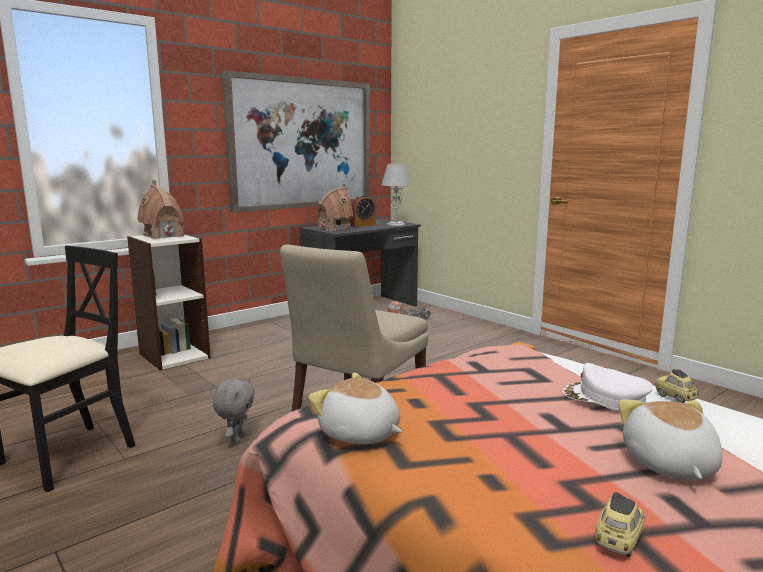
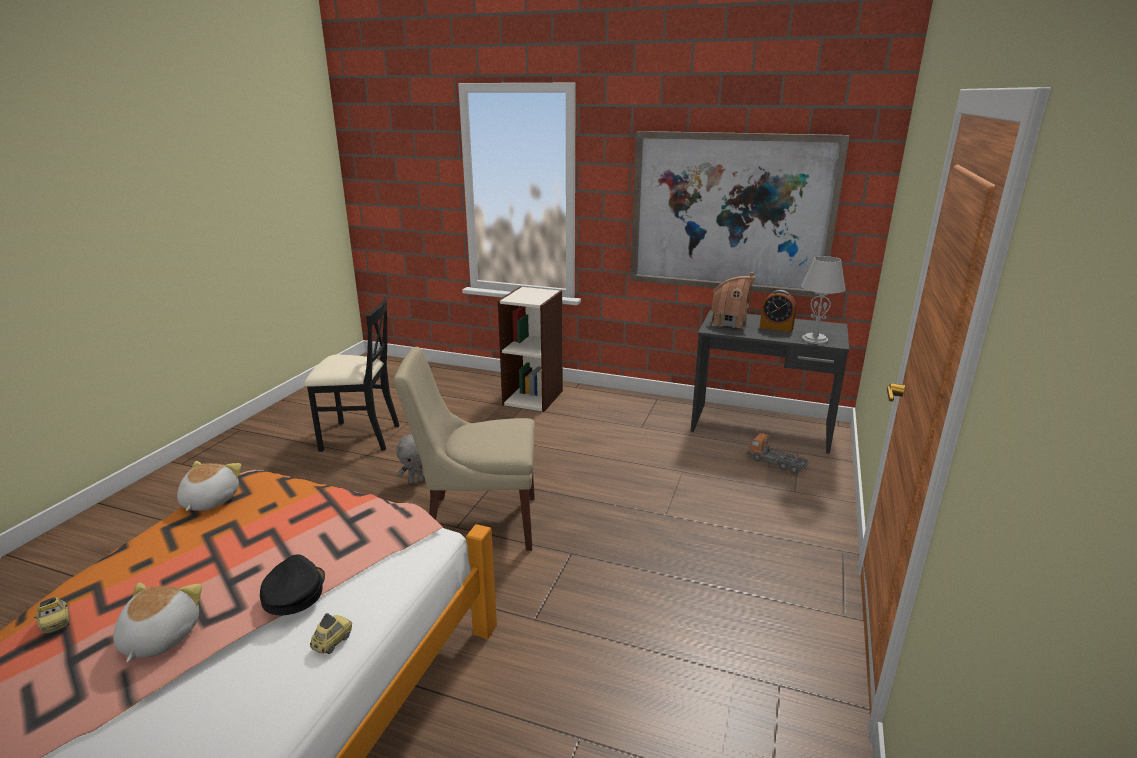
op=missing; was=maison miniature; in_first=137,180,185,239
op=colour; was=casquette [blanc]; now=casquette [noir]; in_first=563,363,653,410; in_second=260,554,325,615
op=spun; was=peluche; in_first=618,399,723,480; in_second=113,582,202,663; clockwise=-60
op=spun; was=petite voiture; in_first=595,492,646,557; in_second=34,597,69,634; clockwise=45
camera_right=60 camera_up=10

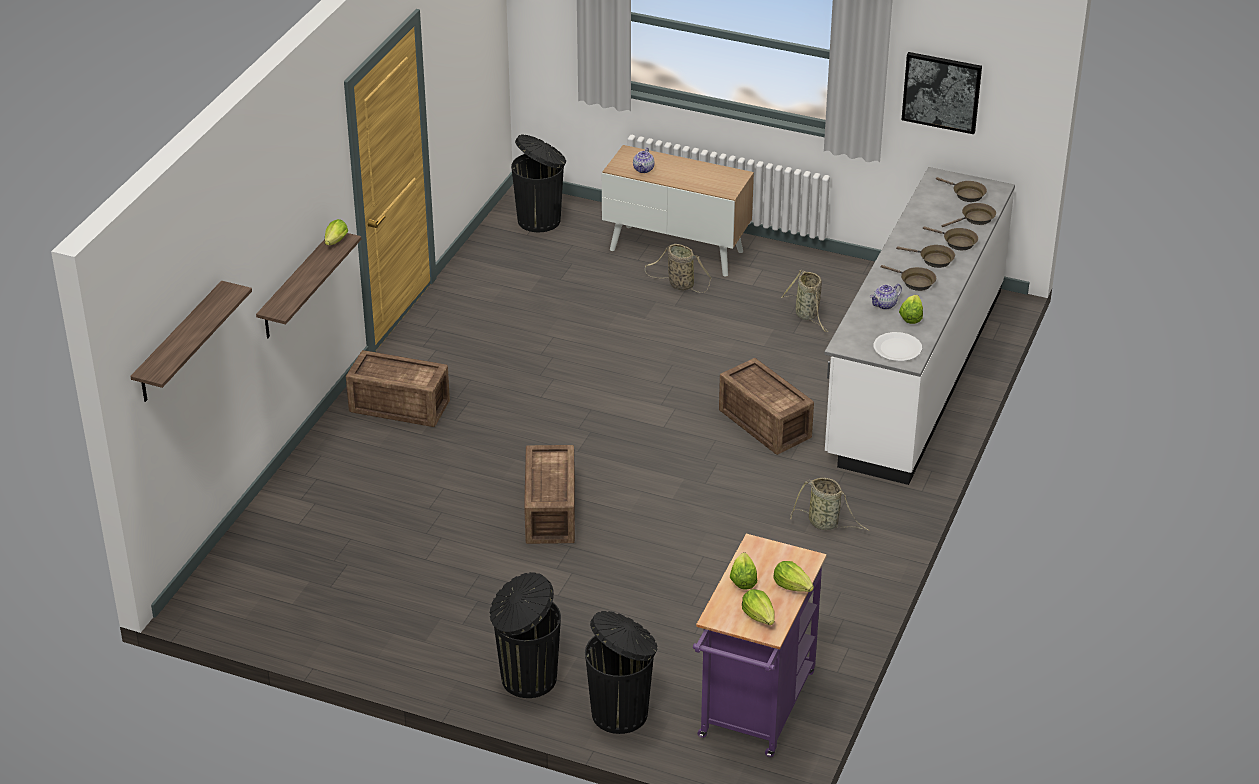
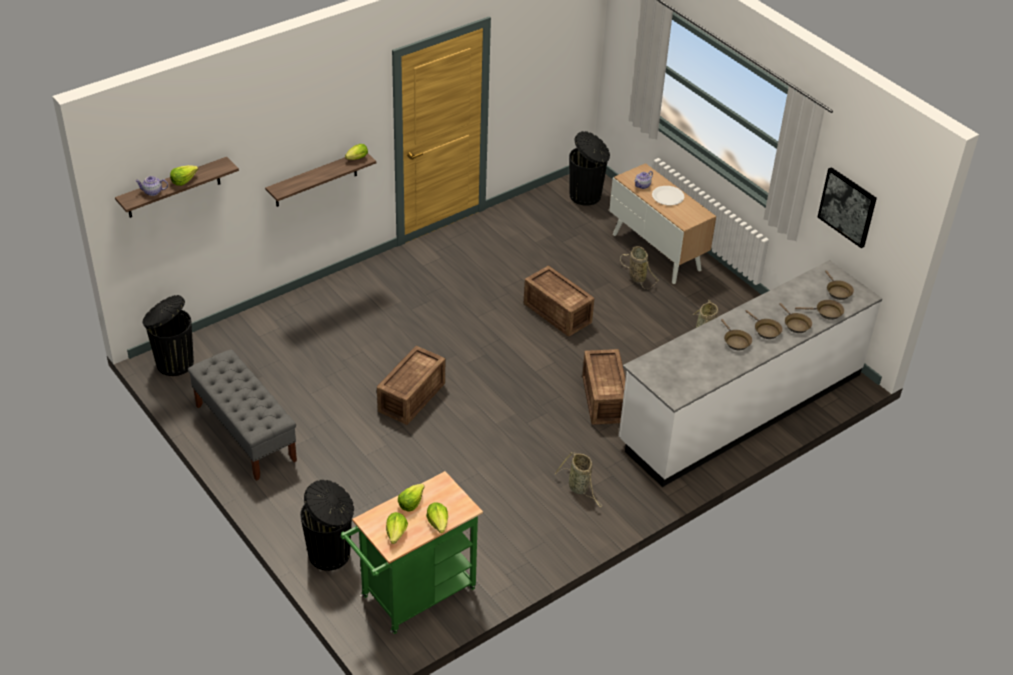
op=relocated; was=théière; in_first=870,284,902,309; in_second=135,176,168,196
op=relocated; was=laitue; in_first=899,295,923,324; in_second=170,165,198,186
op=relocated; was=assiette [blanc]; in_first=873,332,922,361; in_second=652,186,684,205
op=relocated; was=caisse; in_first=346,350,450,427; in_second=524,266,594,337
op=colour; was=chariot [violet]; now=chariot [vert]; in_first=693,534,827,757; in_second=341,471,483,634
op=relocated; was=poubelle [noir]; in_first=490,572,561,698; in_second=142,295,194,376
op=appeared; now=banc [gris]; in_second=188,349,297,481
camera_right=30 camera_up=5

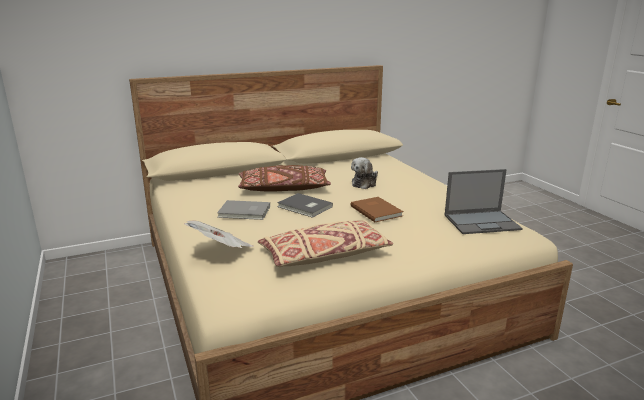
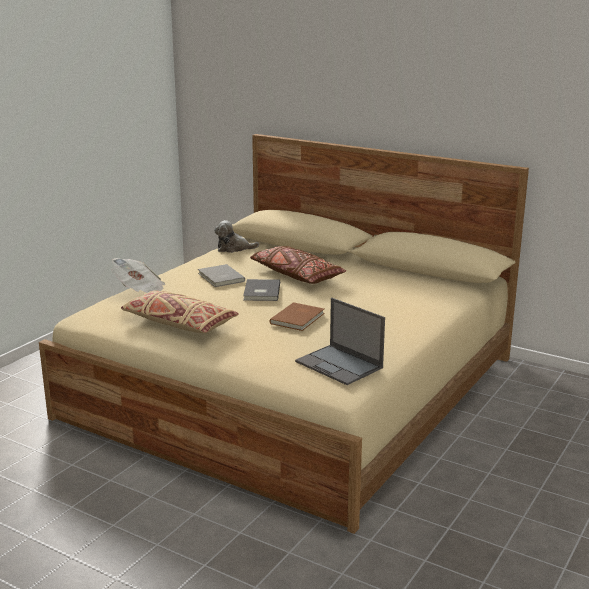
op=relocated; was=peluche; in_first=351,157,378,189; in_second=214,220,259,253
camera_right=55 camera_up=0

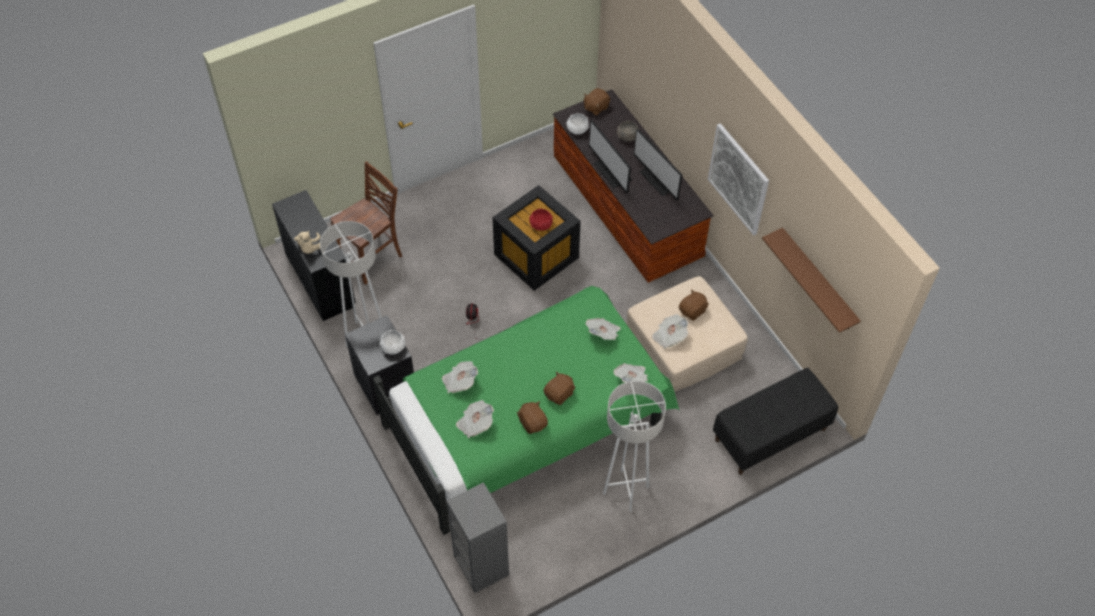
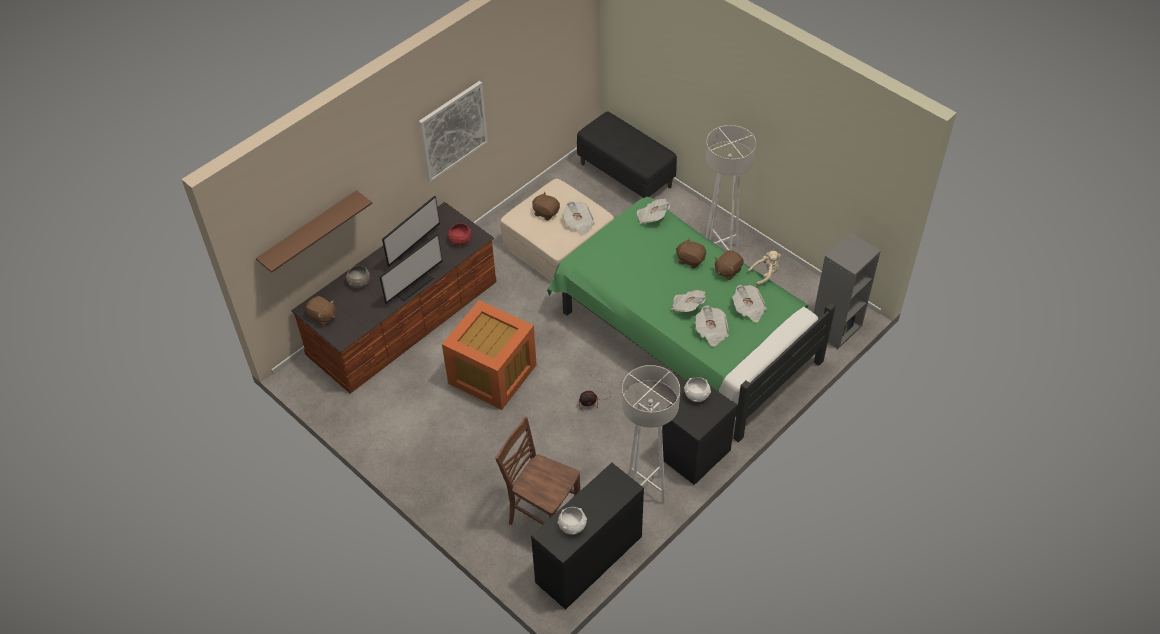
op=relocated; was=bol [blanc]; in_first=566,113,589,135; in_second=558,507,587,535
op=colour; was=boîte de rangement [noir]; now=boîte de rangement [orange]; in_first=492,185,581,291; in_second=442,300,537,410
op=relocated; was=bol [rouge]; in_first=529,209,553,231; in_second=448,223,471,245
op=relocated; was=étagère [marron]; in_first=762,228,861,333; in_second=256,190,372,273
op=relocated; was=peluche [beige]; in_first=294,231,321,254; in_second=748,251,781,286
op=relocated; was=journal; in_first=586,318,621,340; in_second=671,290,706,312
camera_right=-105 camera_up=-5

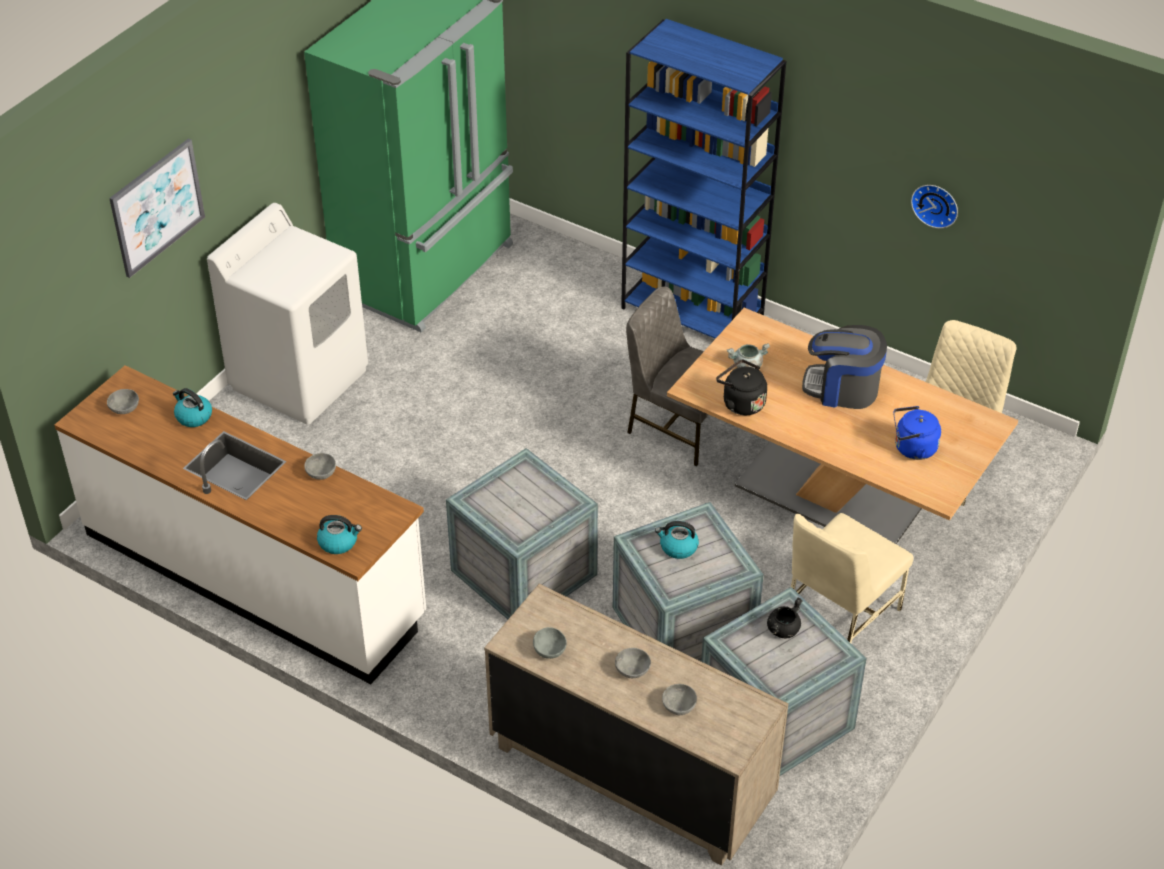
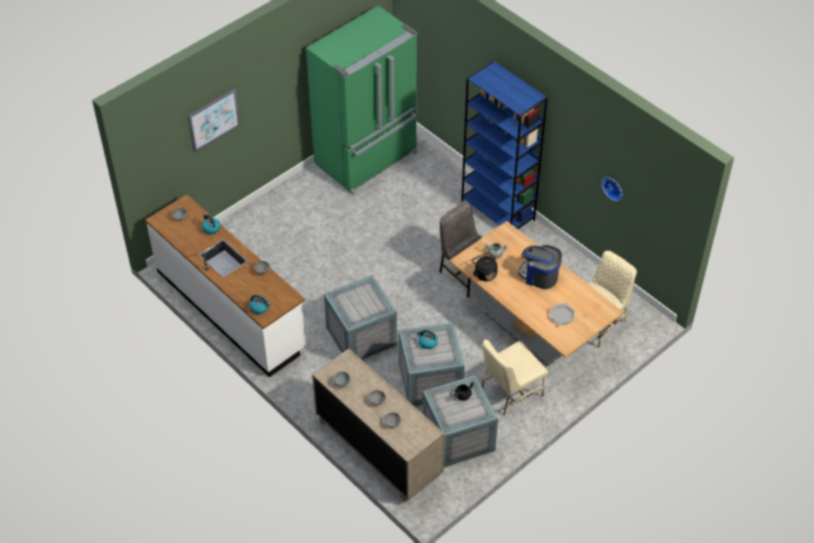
op=missing; was=lave-linge [blanc]; in_first=207,203,368,425
op=exchanged; was=bouilloire [bleu]; now=poêle; in_first=893,406,941,460; in_second=550,303,575,325
camera_right=15 camera_up=5

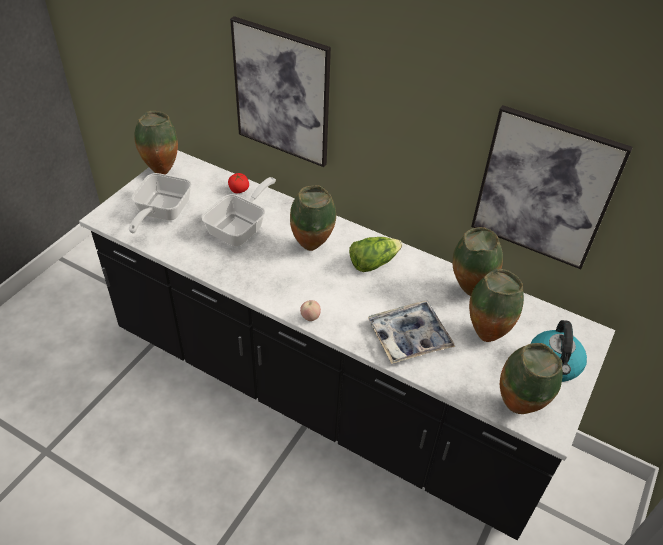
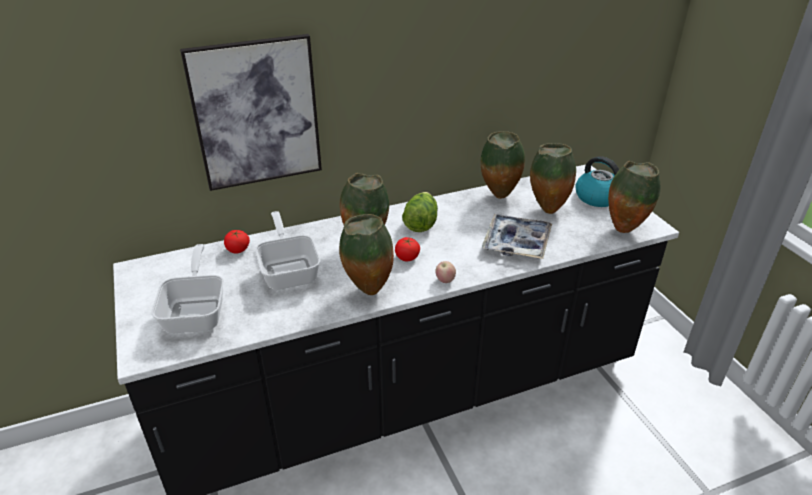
op=missing; was=tableau; in_first=471,105,633,269
op=relocated; was=vase; in_first=134,111,178,175; in_second=339,214,394,295
op=spun; was=poêle; in_first=129,173,192,233; in_second=152,244,224,334; clockwise=-150
op=appeared; now=tomate; in_second=395,237,420,261
camera_right=-50 camera_up=-10

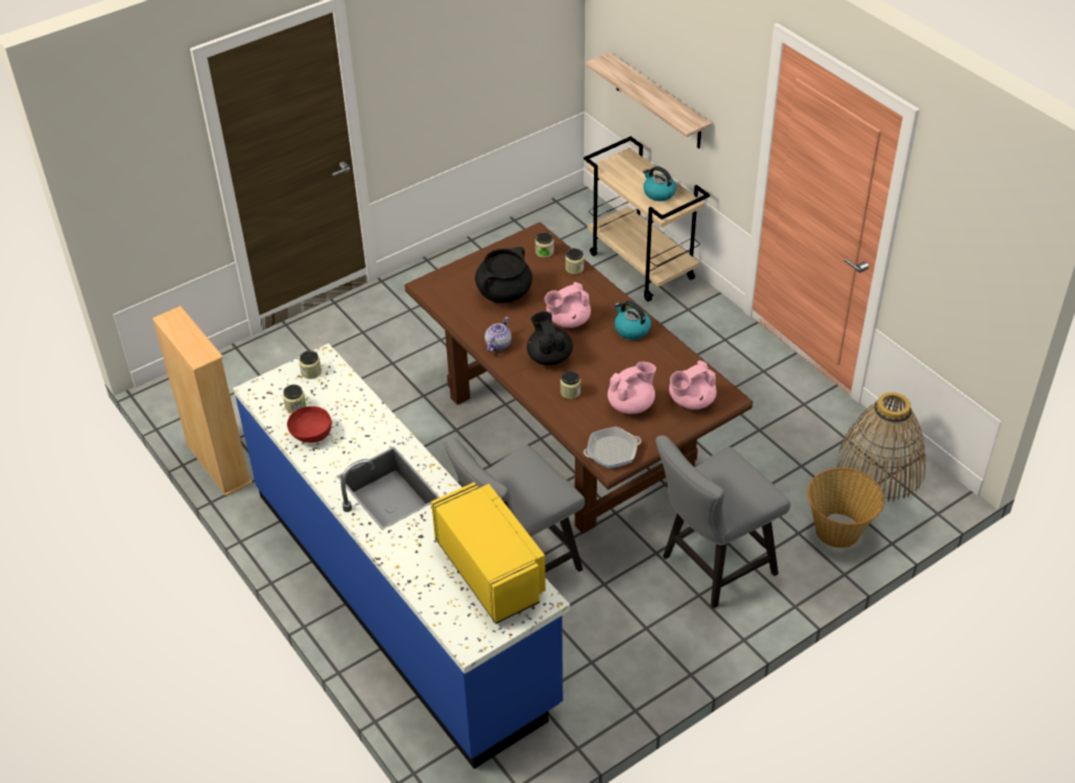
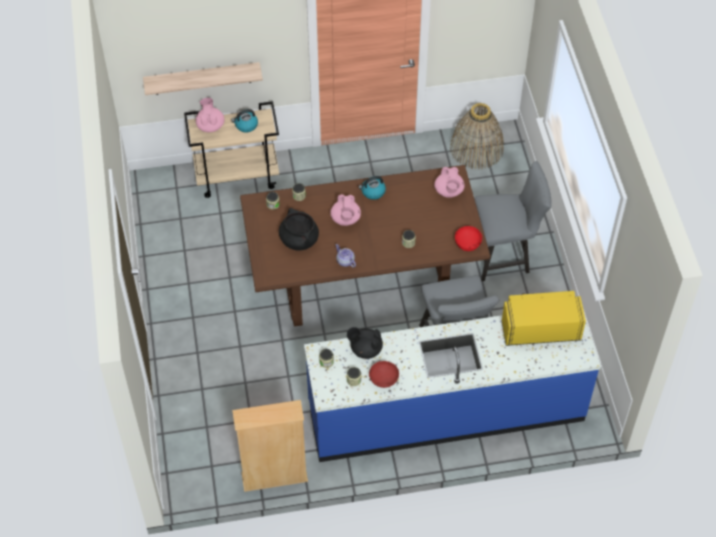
op=relocated; was=théière [noir]; in_first=527,311,573,366; in_second=347,327,383,359
op=relocated; was=théière [rose]; in_first=608,362,656,414; in_second=196,98,225,132
op=exchanged; was=poêle; now=bol [rouge]; in_first=583,427,641,468; in_second=455,226,482,251
op=spun; was=chaise [gris]; in_first=656,435,791,608; in_second=474,161,552,281; clockwise=-90
op=missing; was=panier; in_first=807,468,885,548
camera_right=-65 camera_up=10

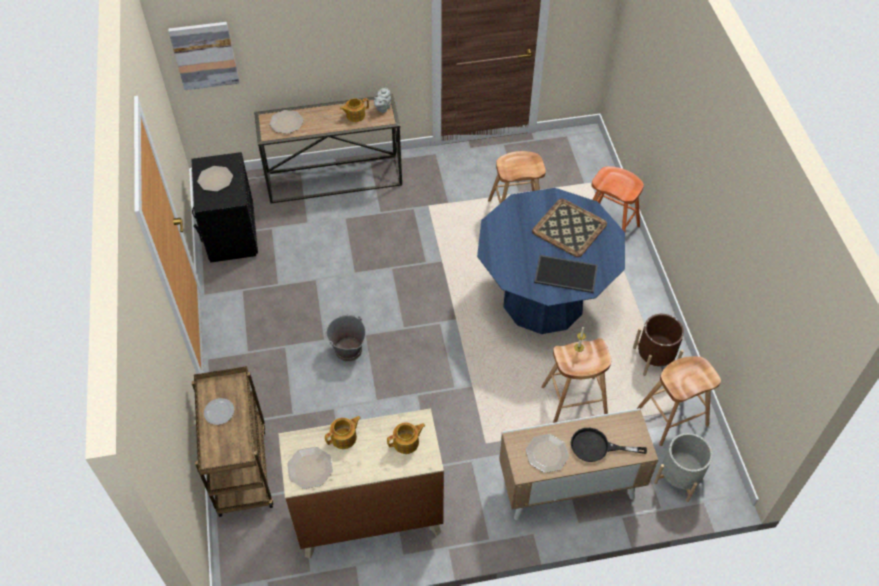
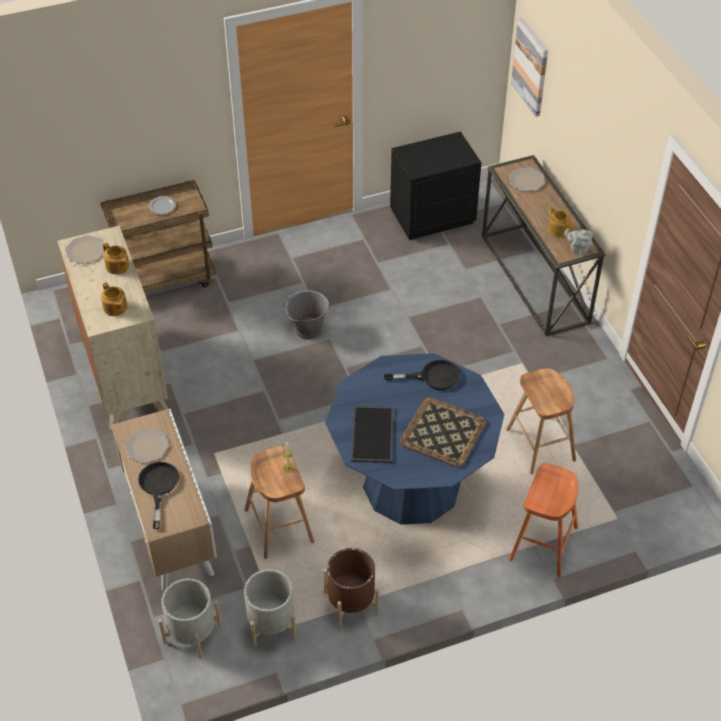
op=missing; was=assiette; in_first=197,166,233,191
op=exchanged; was=tabouret [marron]; now=cache-pot [gris]; in_first=637,356,721,446; in_second=244,569,296,647
op=appeared; now=poêle [noir]; in_second=384,360,460,390
camera_right=80 camera_up=-5

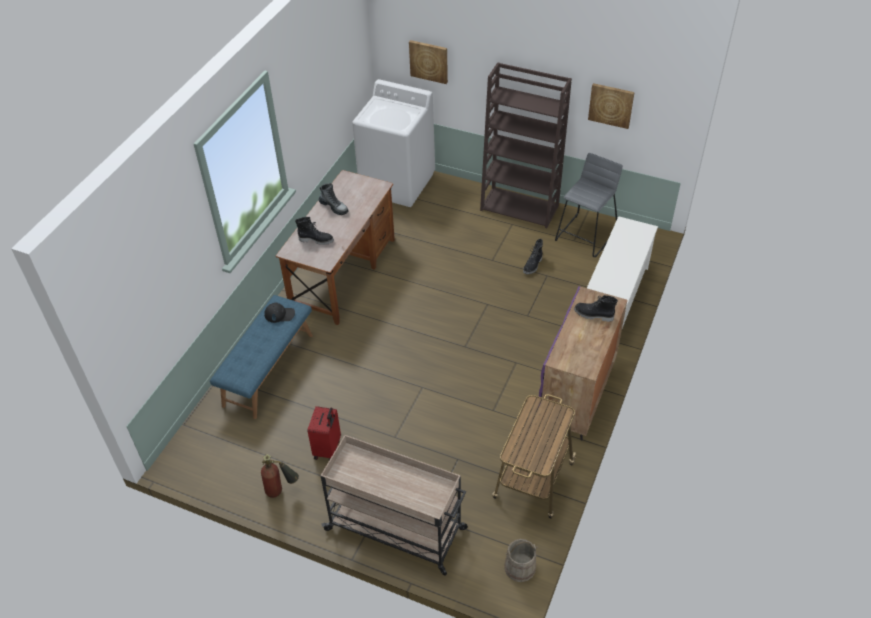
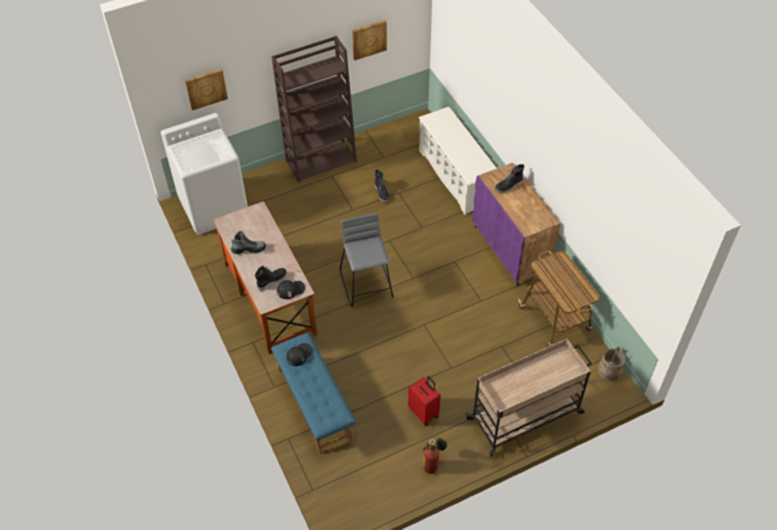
op=relocated; was=tabouret [gris]; in_first=555,153,623,257; in_second=340,213,394,307
op=appeared; now=casquette [noir]; in_second=277,280,305,299
camera_right=-50 camera_up=5

